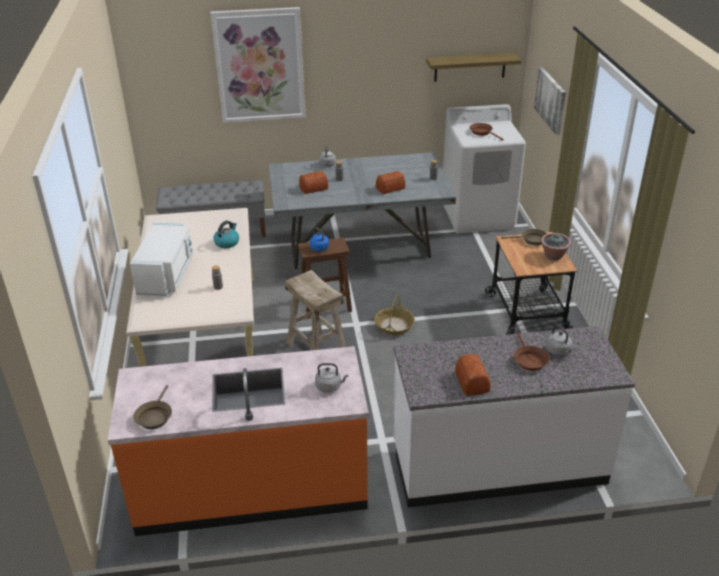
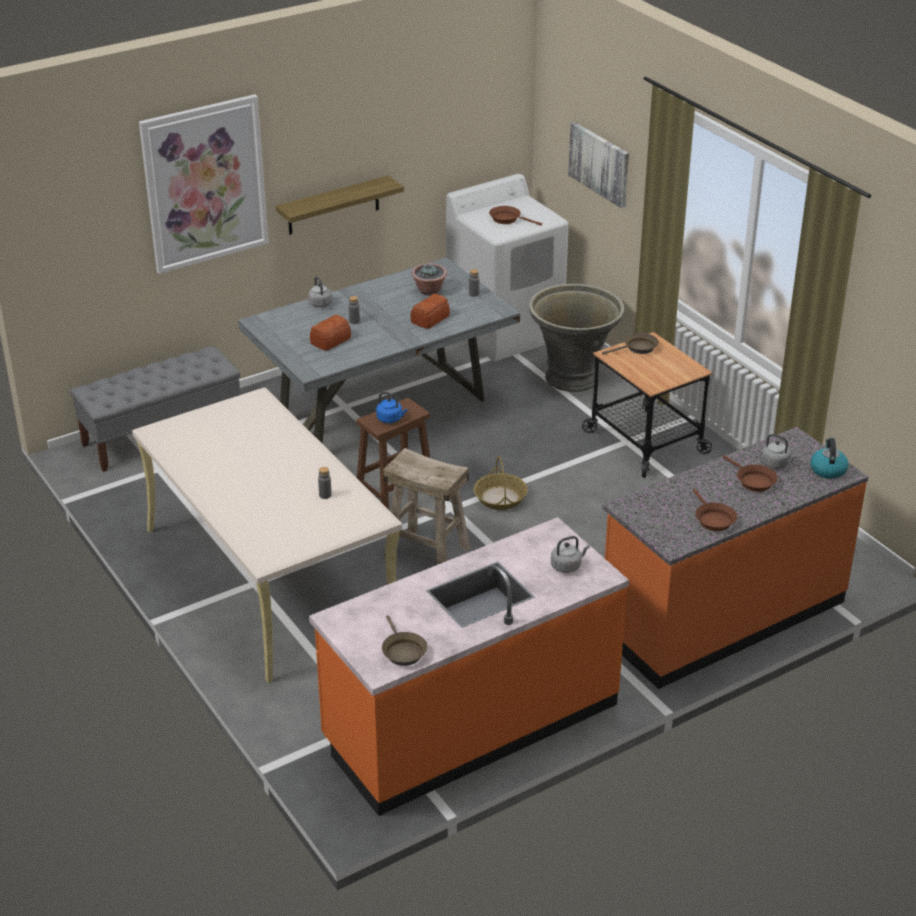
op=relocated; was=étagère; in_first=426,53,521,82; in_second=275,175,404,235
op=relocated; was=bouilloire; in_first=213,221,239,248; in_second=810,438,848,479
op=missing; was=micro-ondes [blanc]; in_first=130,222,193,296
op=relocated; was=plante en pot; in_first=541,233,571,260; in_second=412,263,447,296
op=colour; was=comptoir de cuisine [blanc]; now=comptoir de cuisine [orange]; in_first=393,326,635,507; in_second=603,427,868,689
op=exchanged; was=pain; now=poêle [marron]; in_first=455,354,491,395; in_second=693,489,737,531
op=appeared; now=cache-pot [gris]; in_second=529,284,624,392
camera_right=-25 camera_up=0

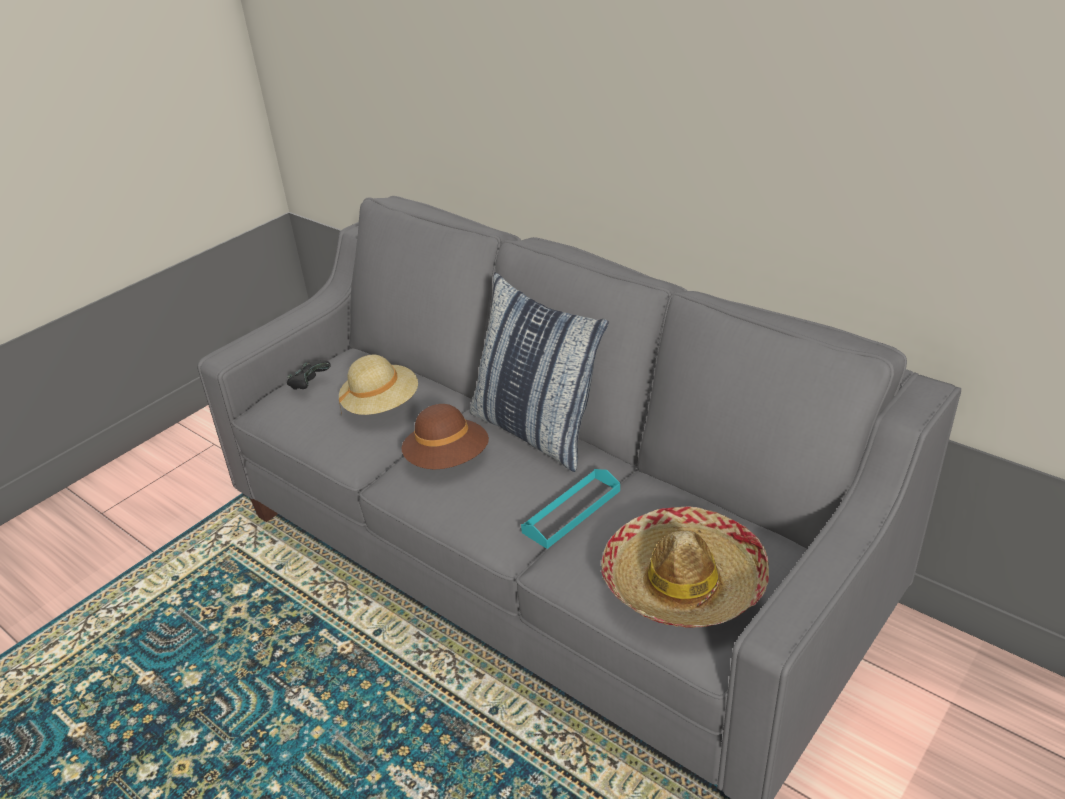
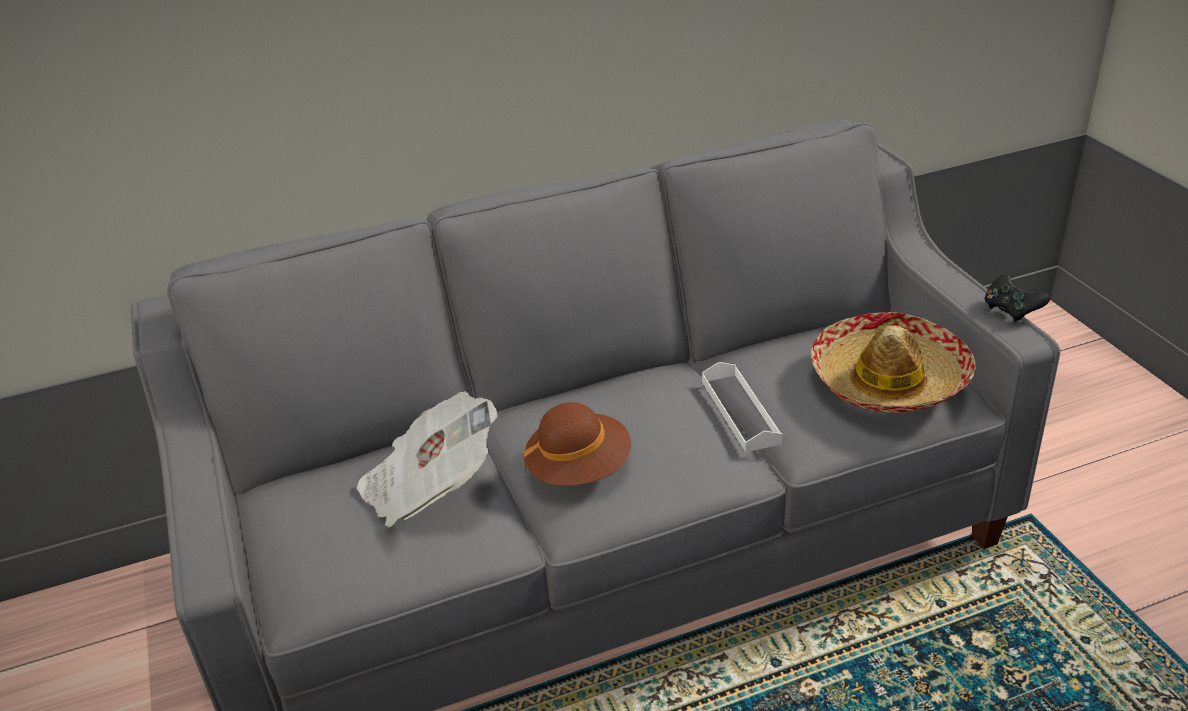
op=missing; was=coussin; in_first=470,273,609,472
op=exchanged; was=chapeau [beige]; now=journal; in_first=339,355,418,415; in_second=357,391,498,527
op=relocated; was=manette [noir]; in_first=287,360,331,390; in_second=984,274,1050,322
op=colour; was=plateau [turquoise]; now=plateau [blanc]; in_first=521,469,620,549; in_second=702,362,782,452
camera_right=-60 camera_up=0

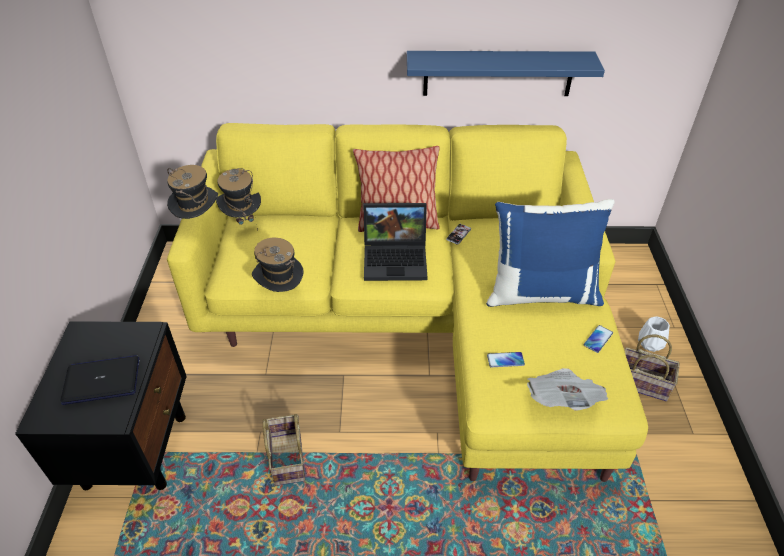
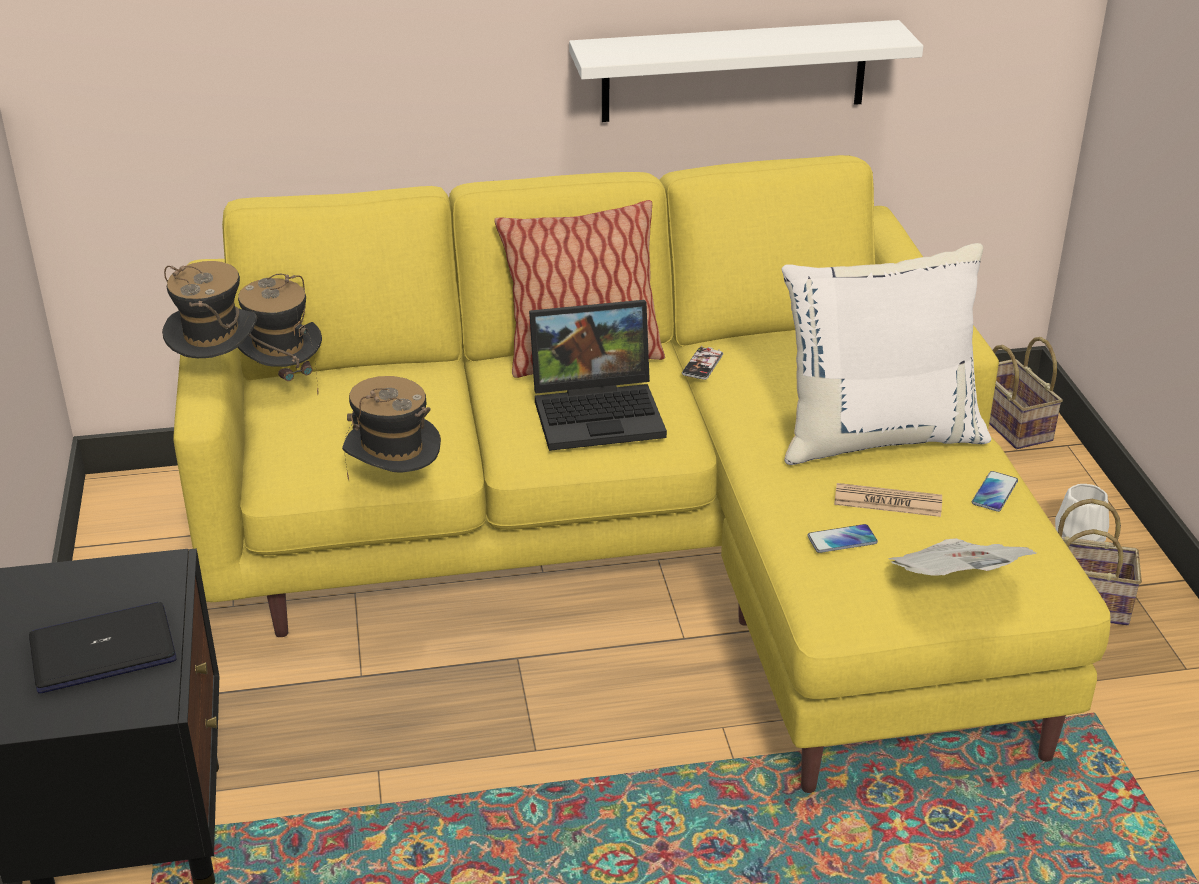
op=colour; was=étagère [bleu]; now=étagère [blanc]; in_first=407,51,605,96; in_second=569,20,923,122
op=colour; was=coussin [bleu]; now=coussin [blanc]; in_first=486,199,615,307; in_second=781,243,991,465
op=relocated; was=panier; in_first=263,414,305,486; in_second=989,337,1063,449
op=appeared; now=journal; in_second=834,483,942,517
camera_right=-10 camera_up=-10

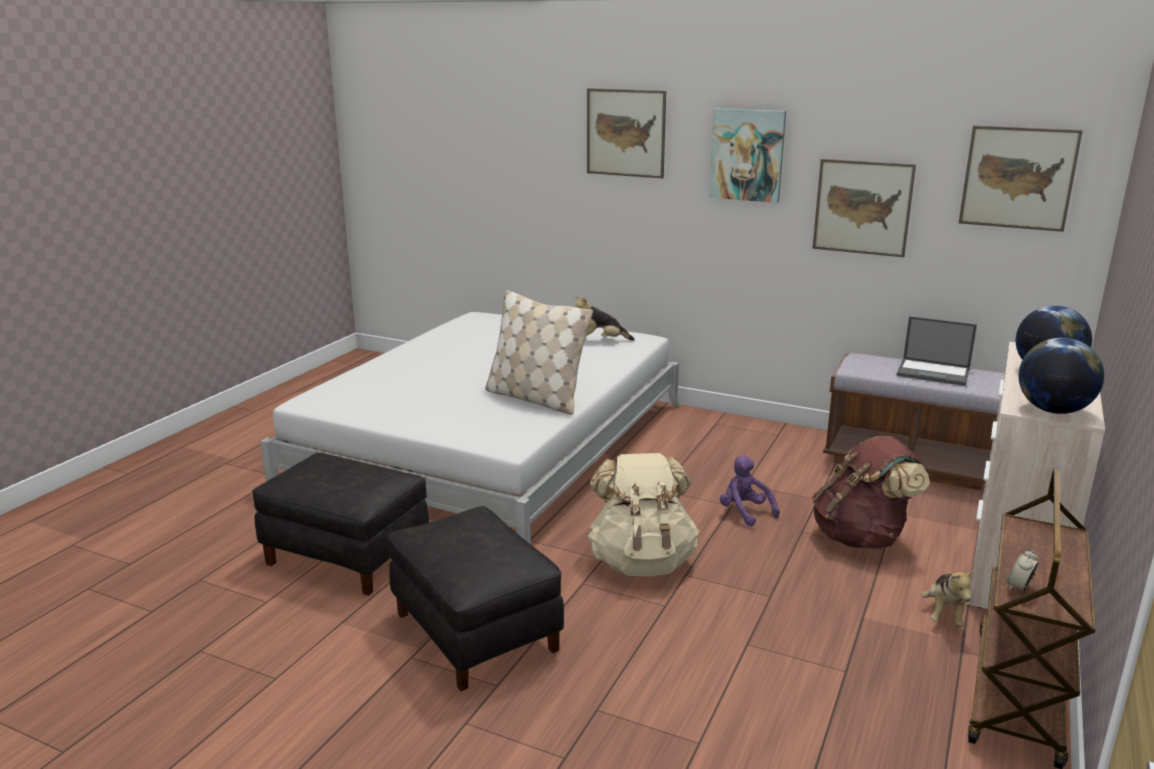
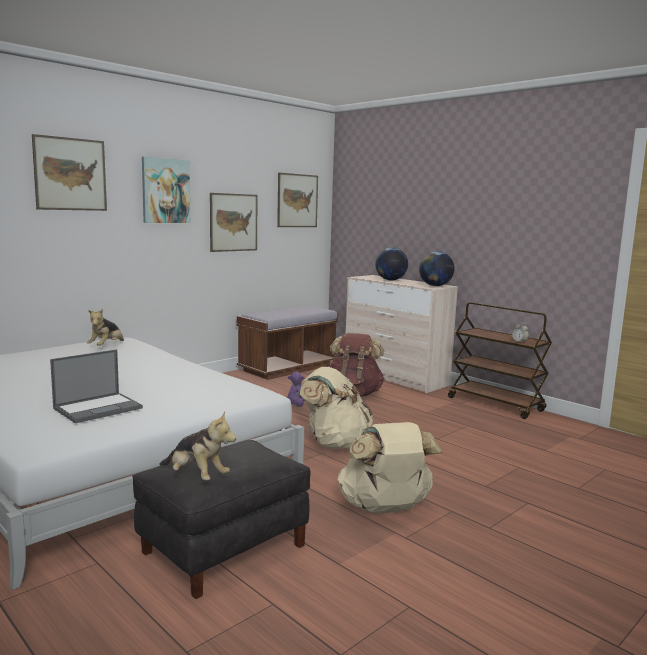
op=missing; was=coussin [beige]; in_first=485,290,593,415
op=relocated; was=ordinateur portable; in_first=896,316,977,386; in_second=50,349,143,423
op=exchanged; was=pouf [noir]; now=sac à dos [beige]; in_first=388,506,564,691; in_second=338,422,442,513
op=relocated; was=peluche; in_first=921,569,974,627; in_second=159,411,236,480
camera_right=-70 camera_up=-10

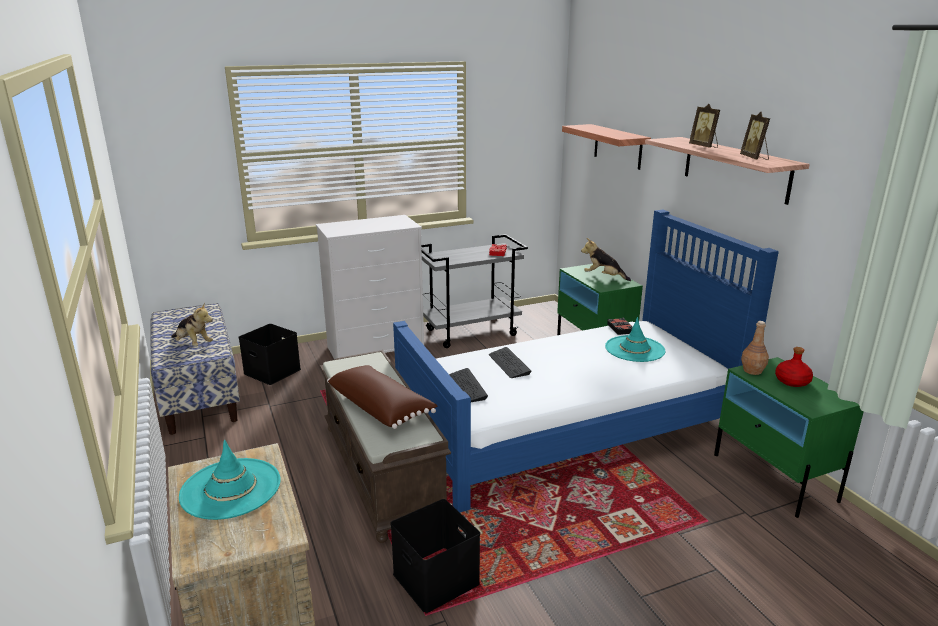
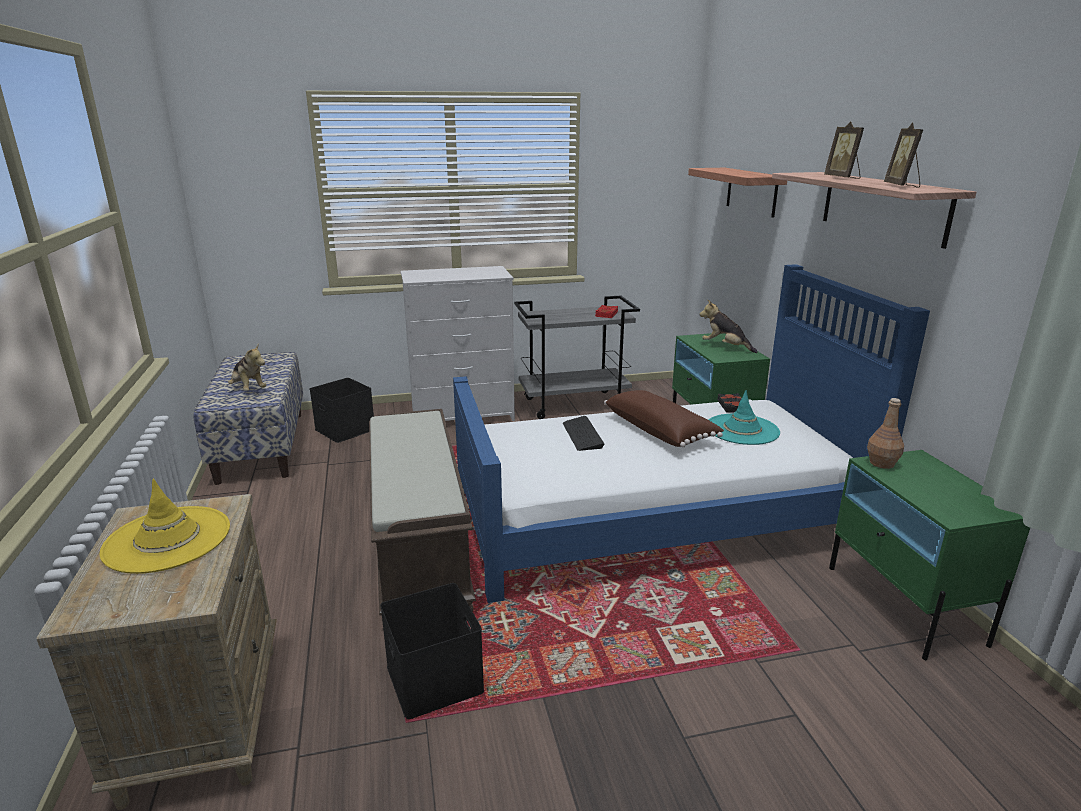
op=missing; was=bouteille [rouge]; in_first=775,347,813,387
op=relocated; was=coussin [marron]; in_first=327,365,437,429; in_second=604,390,724,447
op=missing; was=clavier; in_first=449,368,488,402
op=colour; was=chapeau [turquoise]; now=chapeau [jaune]; in_first=179,440,281,520; in_second=100,479,230,574
camera_right=10 camera_up=0

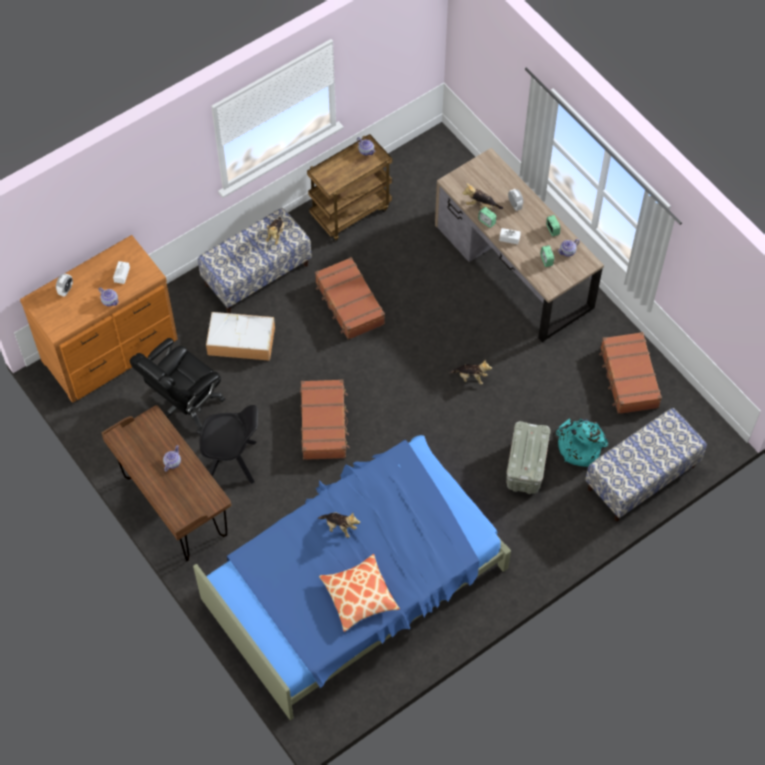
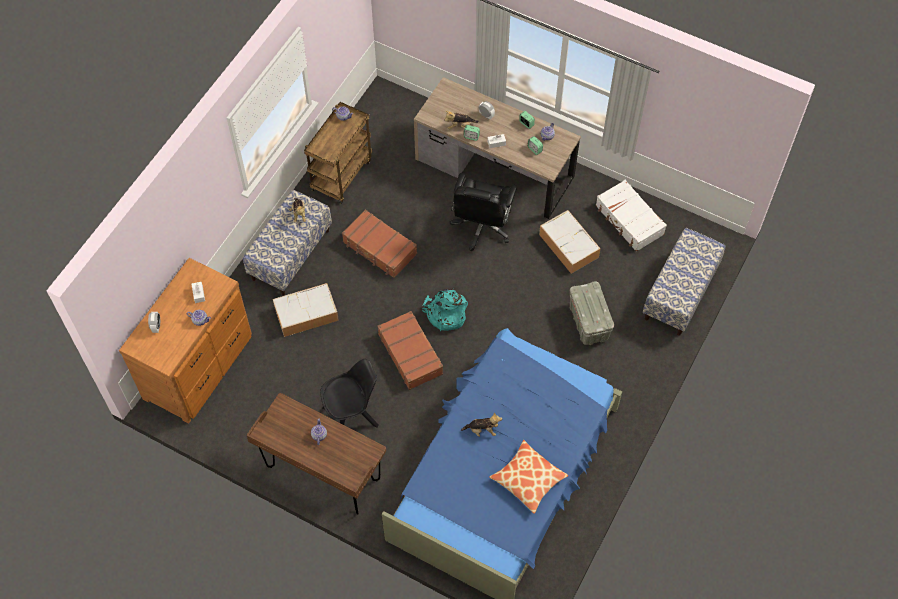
op=colour; was=valise [marron]; now=valise [blanc]; in_first=599,332,662,414; in_second=596,180,667,252
op=relocated; was=chaise de bureau [noir]; in_first=130,338,225,434; in_second=450,173,517,251
op=missing; was=peluche; in_first=450,360,492,385
op=relocated; was=sac à dos [turquoise]; in_first=556,419,608,467; in_second=422,288,468,331
op=appeared; now=boîte de rangement; in_second=539,210,601,274
camera_right=-25 camera_up=0

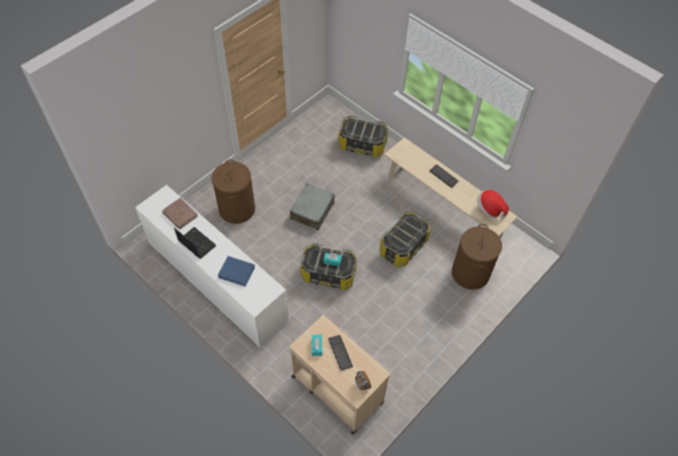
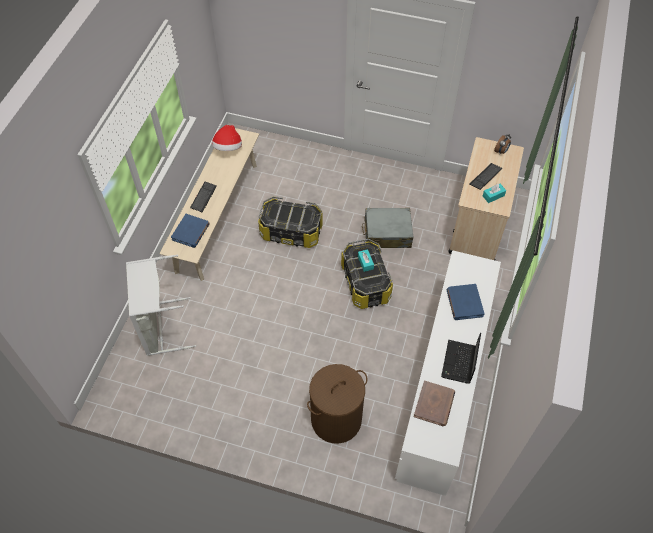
op=exchanged; was=boîte de rangement; now=panier à linge [gris]; in_first=338,115,388,157; in_second=126,254,196,356
op=relocated; was=valise [gris]; in_first=290,183,335,230; in_second=362,208,413,248
op=missing; was=panier à linge [marron]; in_first=452,224,502,290
op=appeared; now=livre [bleu]; in_second=171,214,210,248
camera_right=-115 camera_up=0

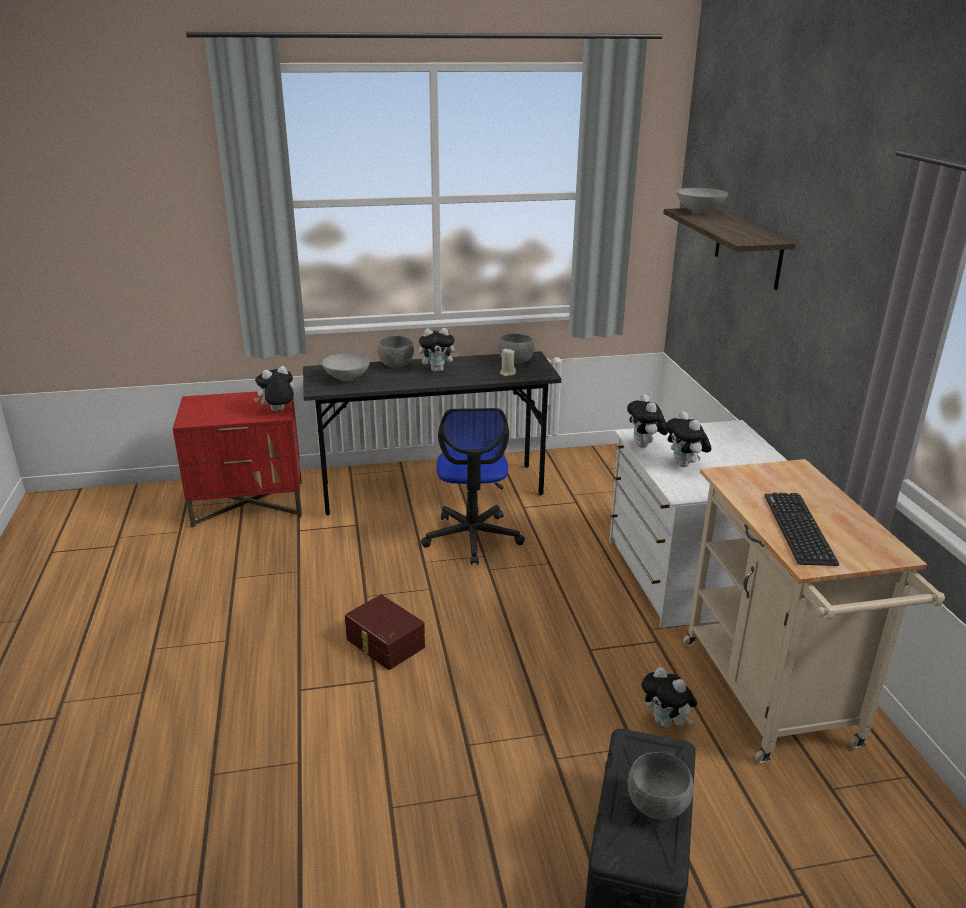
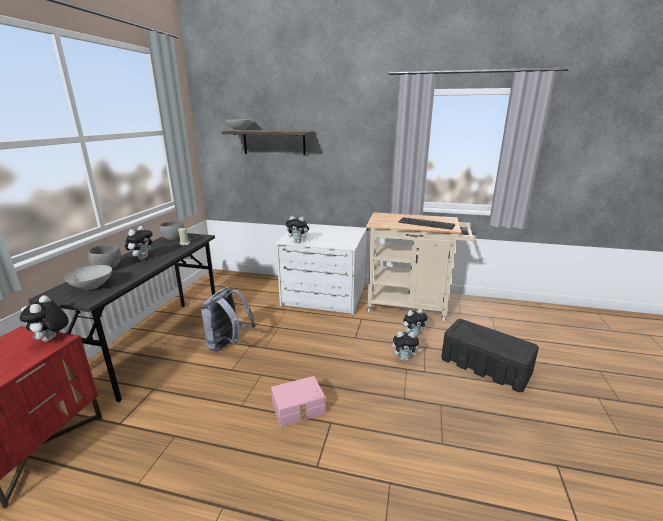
op=exchanged; was=chaise de bureau; now=sac à dos [gris]; in_first=421,408,525,565; in_second=201,287,256,351
op=relocated; was=peluche; in_first=665,411,711,467; in_second=392,331,422,361
op=colour; was=boîte de rangement [marron]; now=boîte de rangement [rose]; in_first=345,595,425,670; in_second=271,376,325,427
op=missing; was=bol [gris]; in_first=627,752,694,820
camera_right=-65 camera_up=-5

